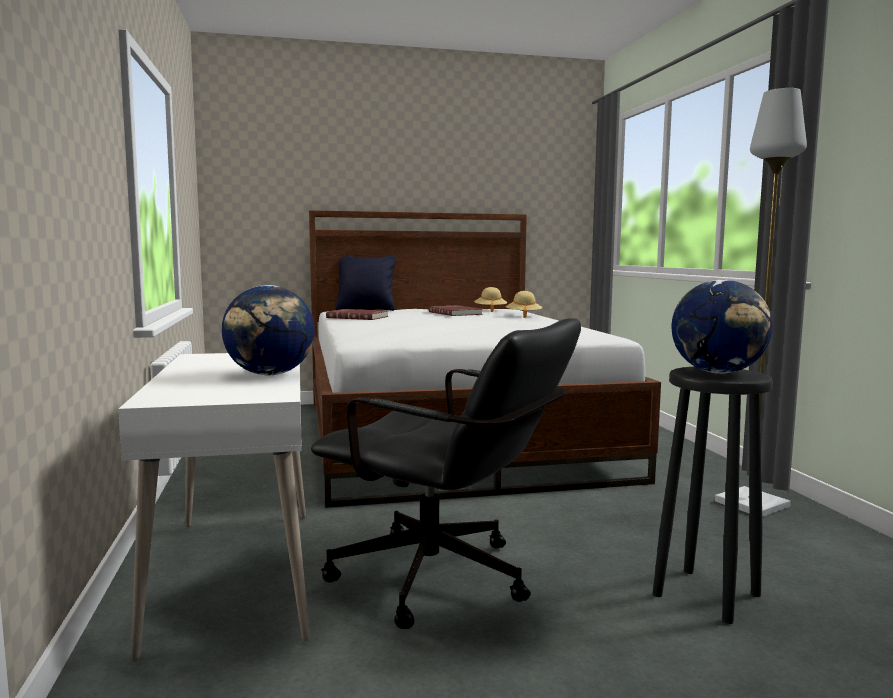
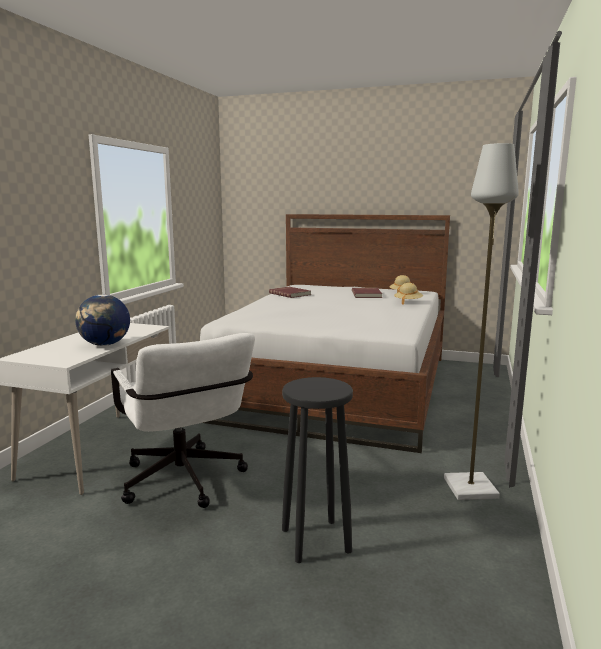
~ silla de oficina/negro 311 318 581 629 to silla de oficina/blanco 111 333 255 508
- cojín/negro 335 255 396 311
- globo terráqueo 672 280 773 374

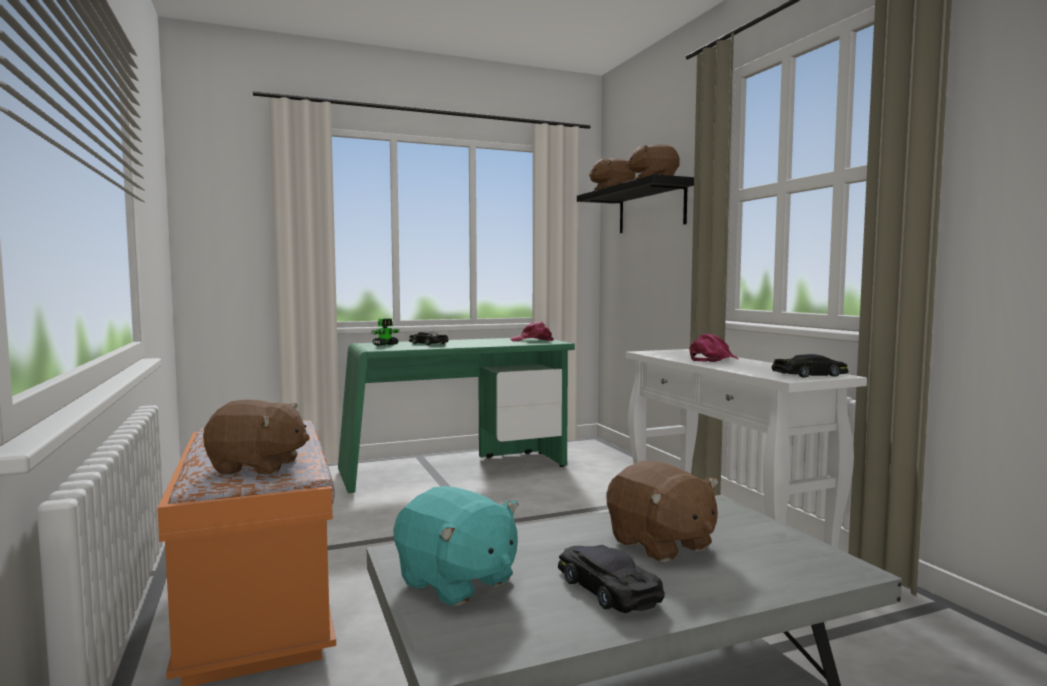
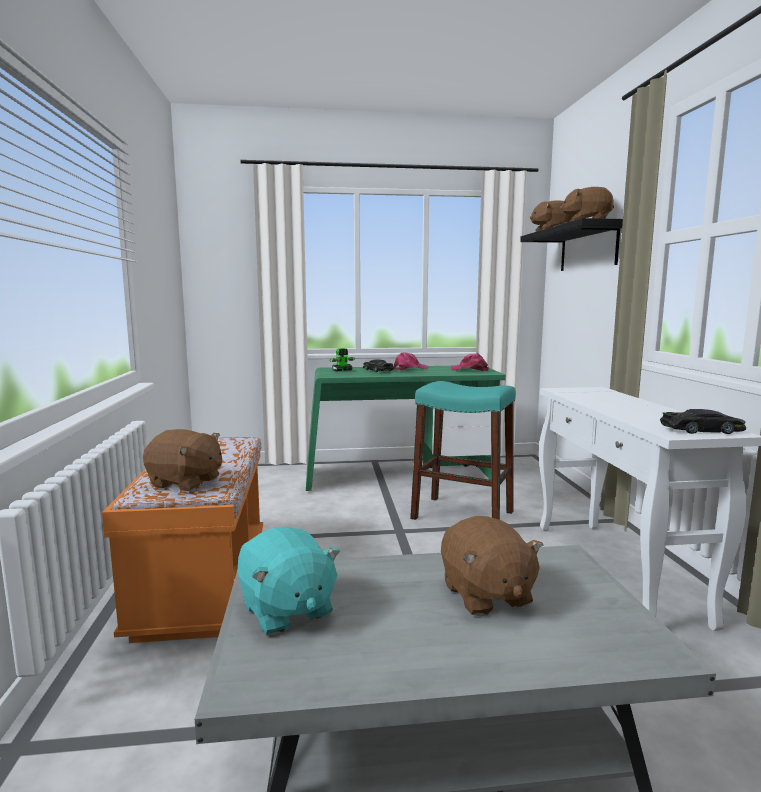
~ gorra/rosa 690 333 739 362 to 394 352 429 370
+ taburete/turquesa 410 381 516 520
- coche de juguete/negro 558 545 665 613

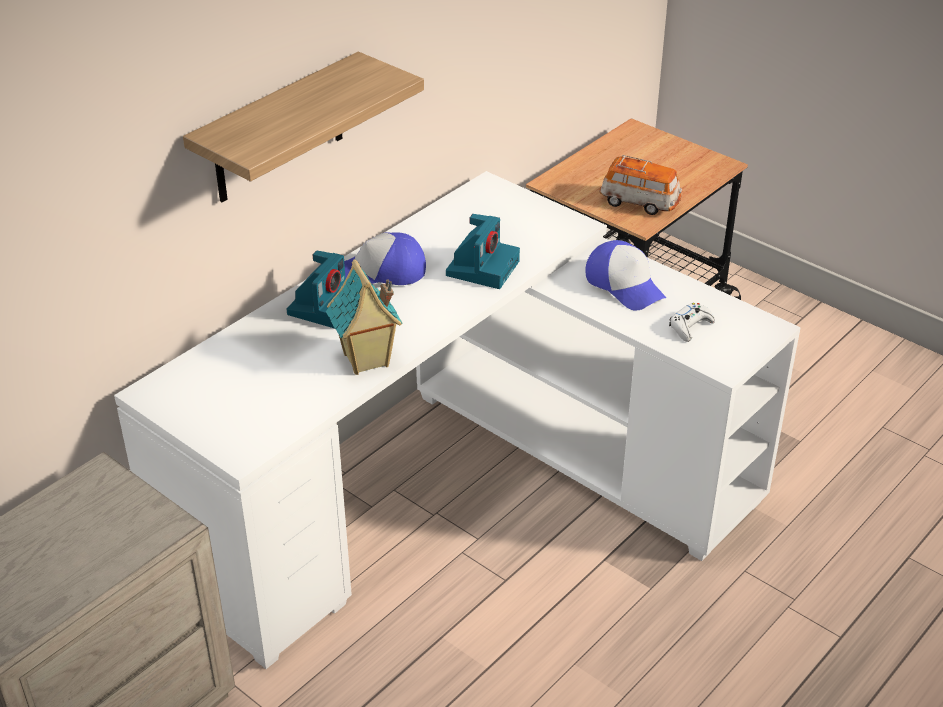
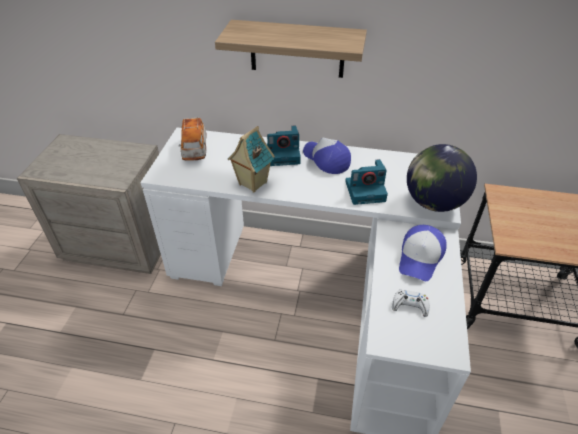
~ coche de juguete 599 155 682 215 to 179 117 207 161
+ globo terráqueo 407 144 477 212

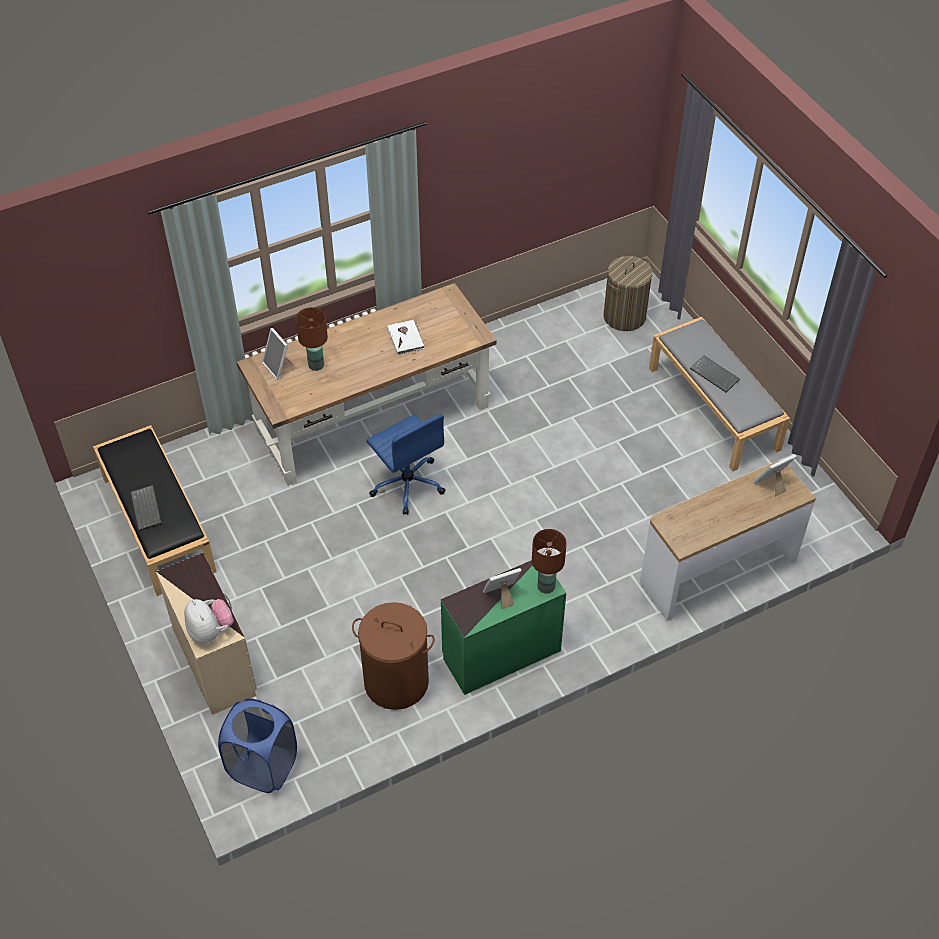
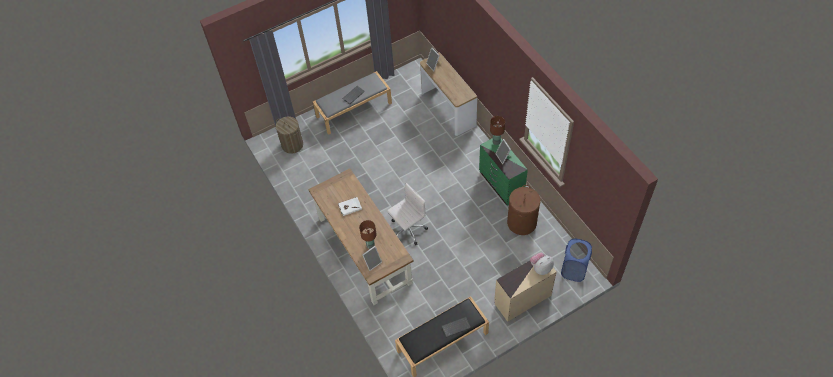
~ silla de oficina/azul 366 414 445 515 to silla de oficina/blanco 387 183 428 245

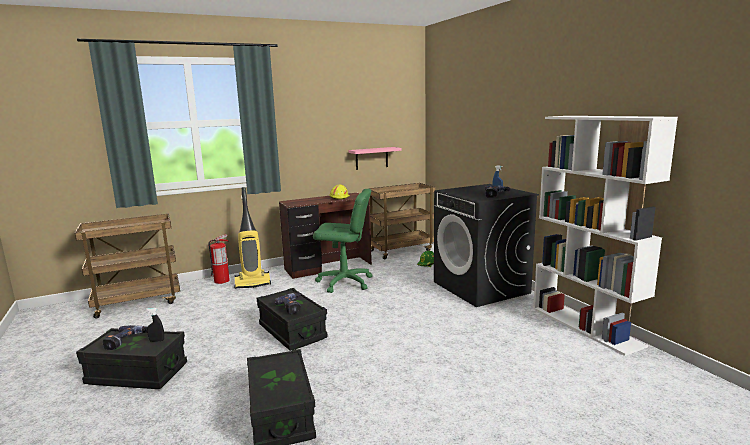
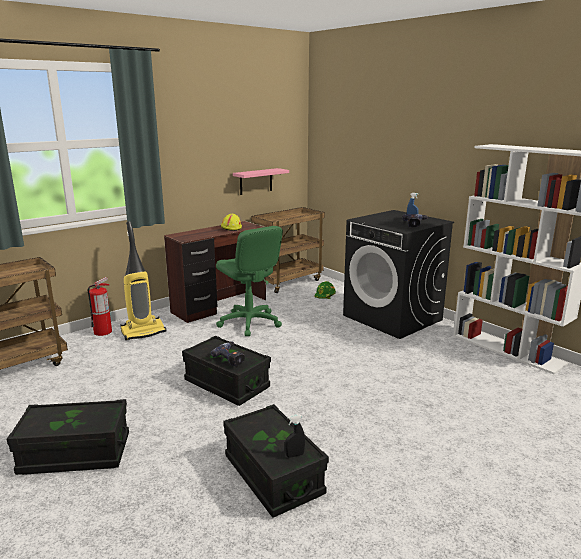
~ silla de oficina/verde 313 189 373 293 = 216 226 283 336 60 degrees clockwise
~ pulverizador/negro 146 308 164 342 to 285 414 305 458
- taladro 103 325 147 350

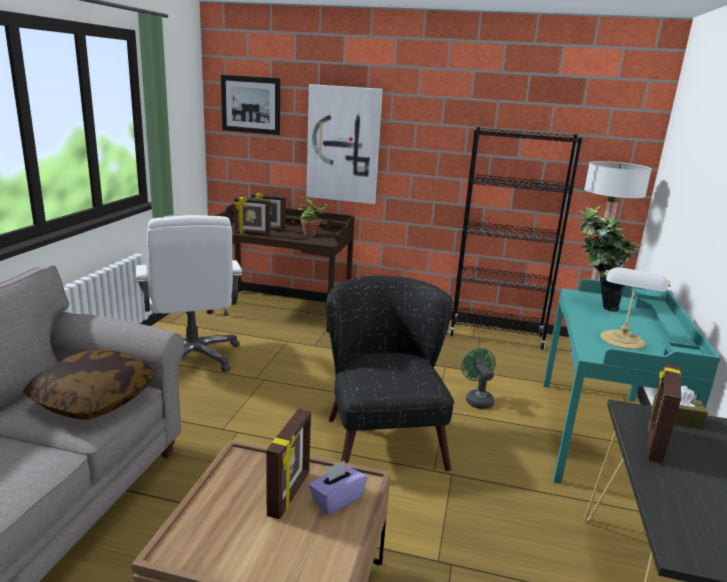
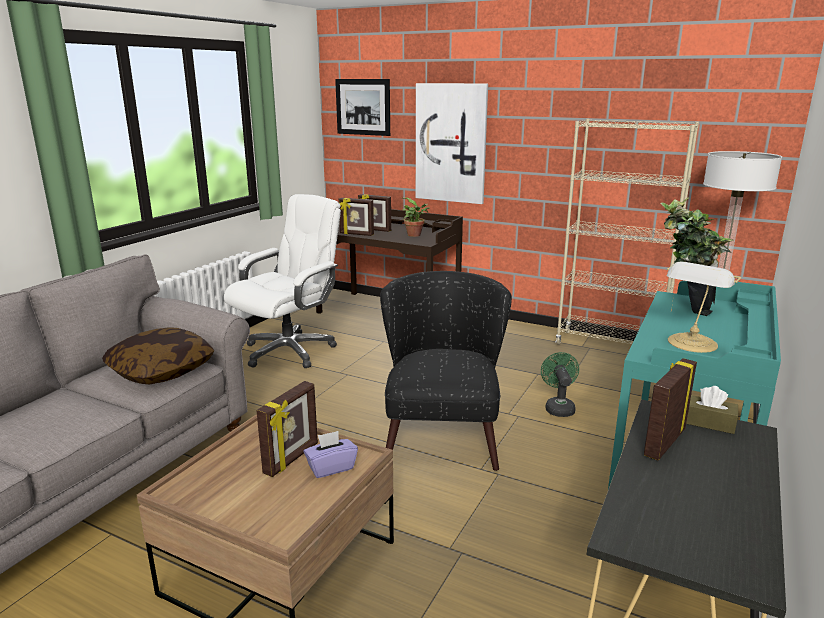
~ silla de oficina/blanco 136 215 243 372 = 224 194 341 368 135 degrees counterclockwise
~ estantería/negro 449 127 582 349 to estantería/beis 555 119 699 345

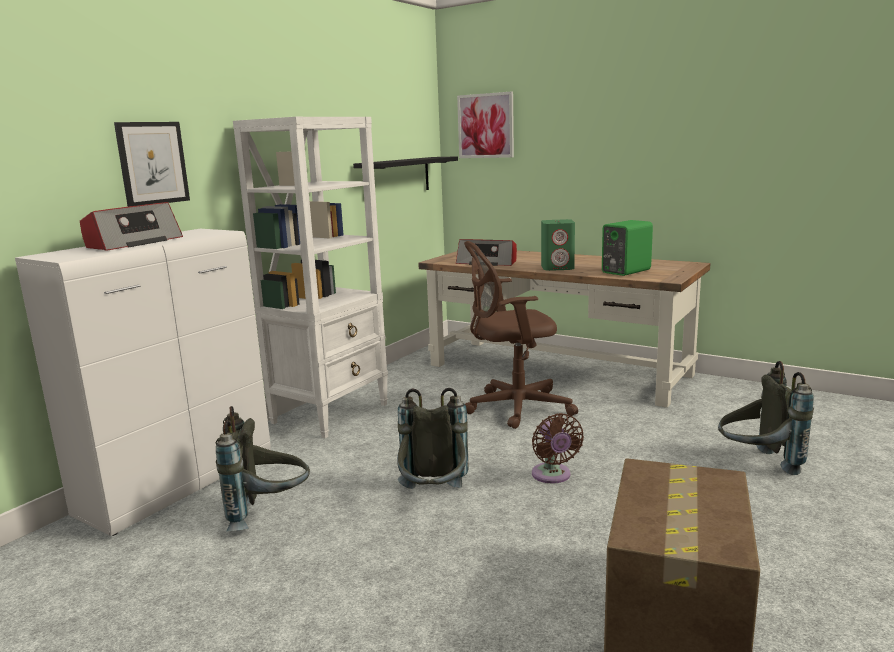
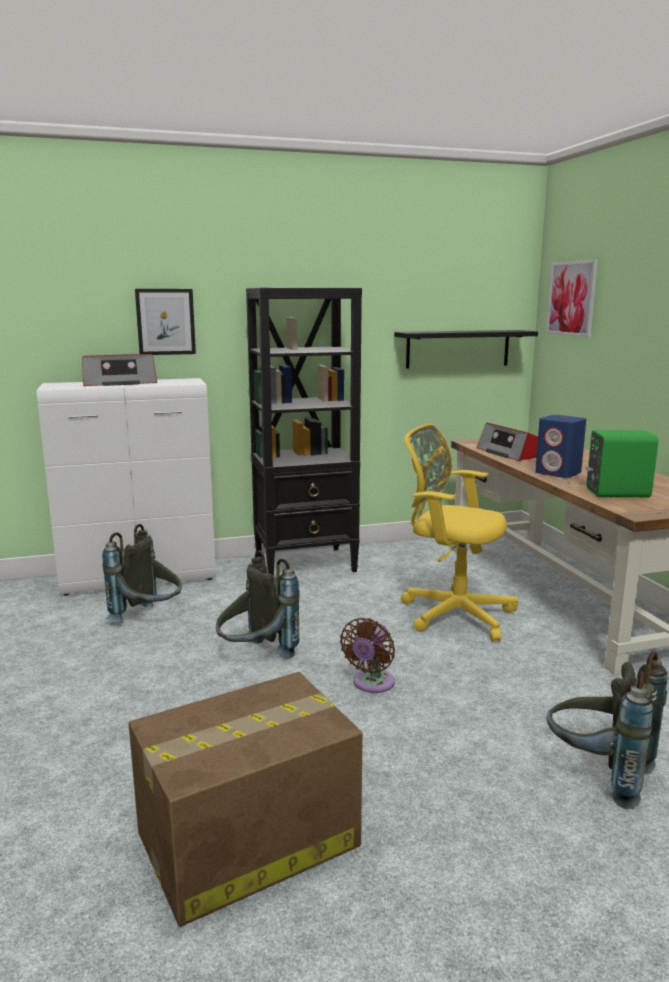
~ estantería/blanco 233 117 388 438 to estantería/negro 246 288 362 576
~ silla de oficina/marrón 464 241 578 429 to silla de oficina/amarillo 401 424 518 642
~ altavoz/verde 541 219 575 271 to altavoz/azul 535 415 586 478

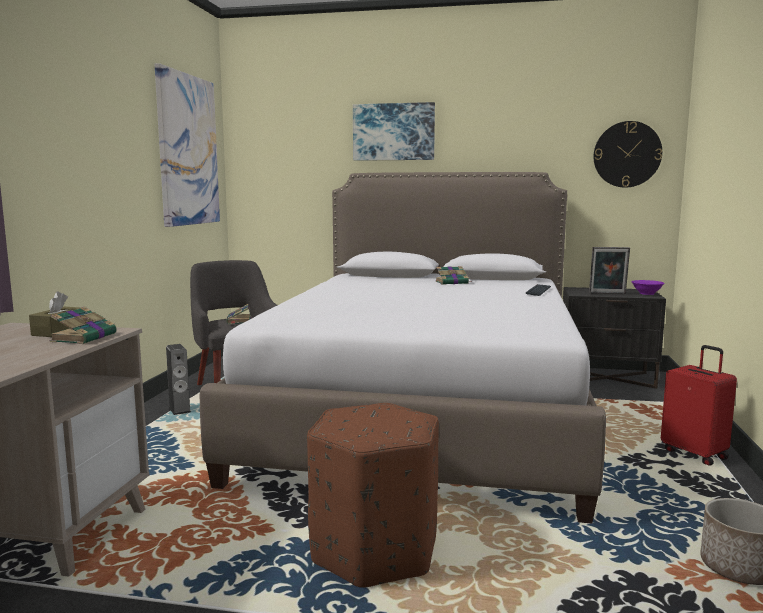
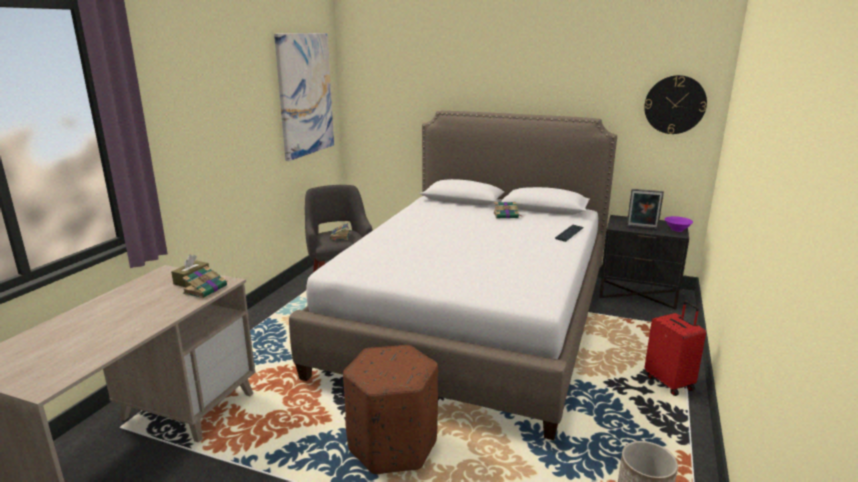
- altavoz 166 344 191 415
- cuadro 353 102 435 161

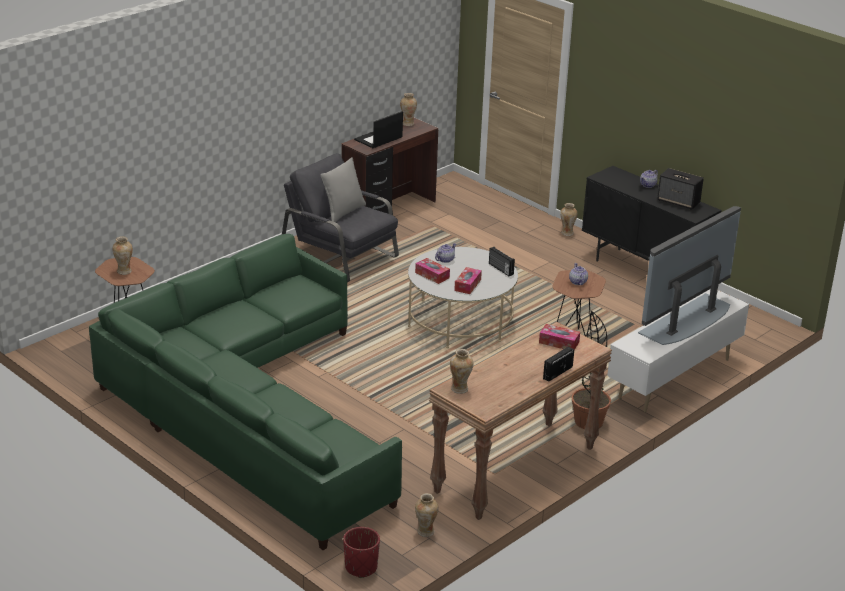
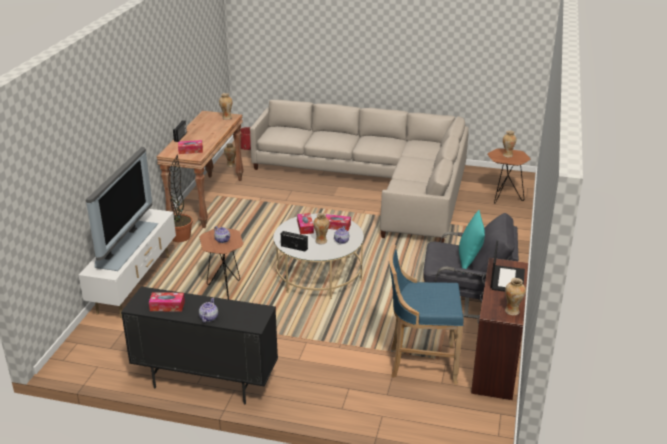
~ altavoz 657 168 704 210 to caja de pañuelos 149 292 185 312
~ sofá/verde 89 234 402 550 to sofá/beis 250 100 469 243
~ florero 560 203 577 236 to 313 213 330 244
+ taburete/azul 389 245 464 385
~ cojín/gris 320 157 366 222 to cojín/turquesa 459 210 485 269

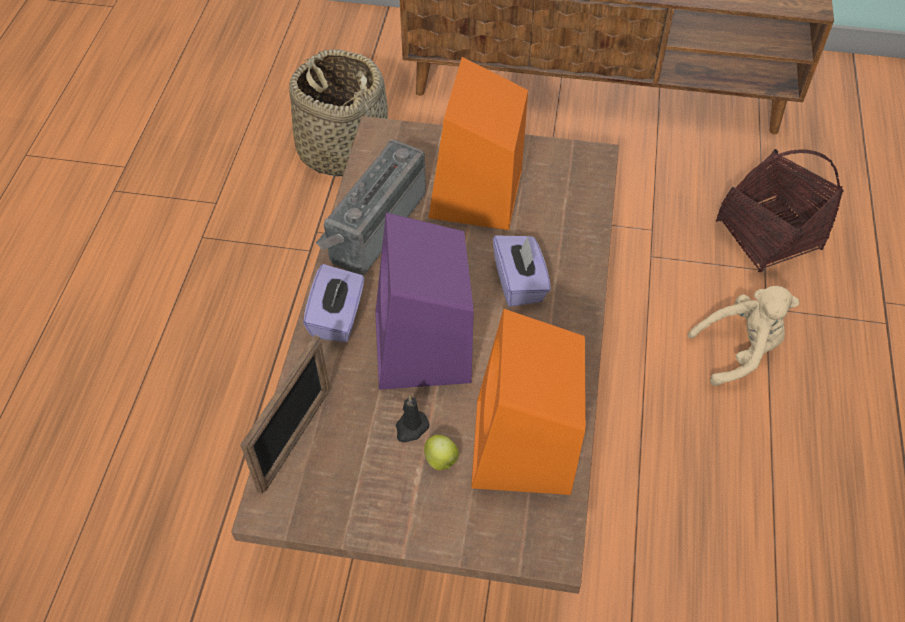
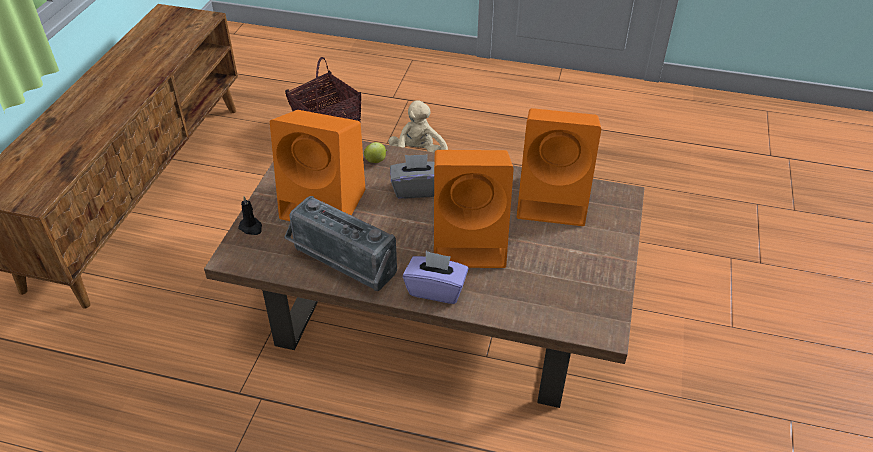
~ vela/negro 396 395 430 442 to 238 196 262 235
~ manzana 424 435 459 470 to 364 142 387 163
~ caja de pañuelos/morado 493 235 551 307 to caja de pañuelos/gris 390 154 434 199
~ altavoz/morado 375 212 474 390 to altavoz/naranja 434 150 514 268
- portarretratos 240 335 330 494
- cesta 289 49 388 177

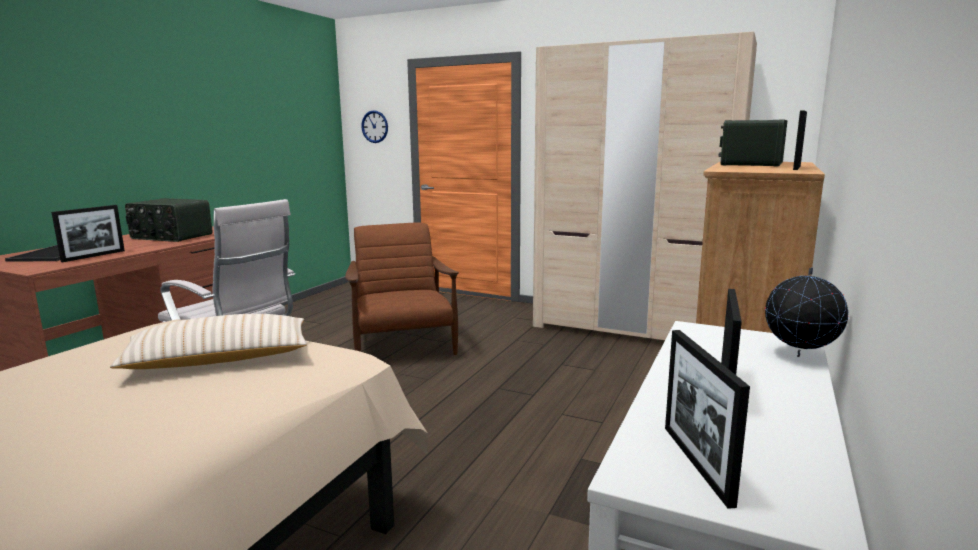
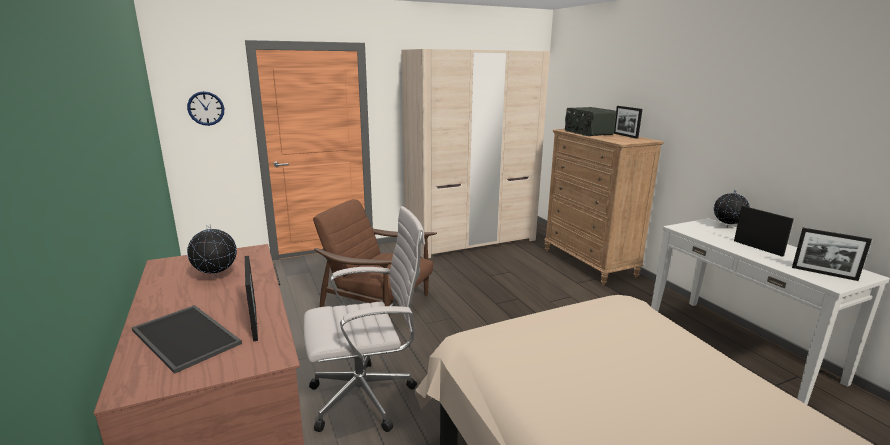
~ radio 125 198 212 242 to globo terráqueo 187 225 237 277
- cojín/beis 110 314 307 369

